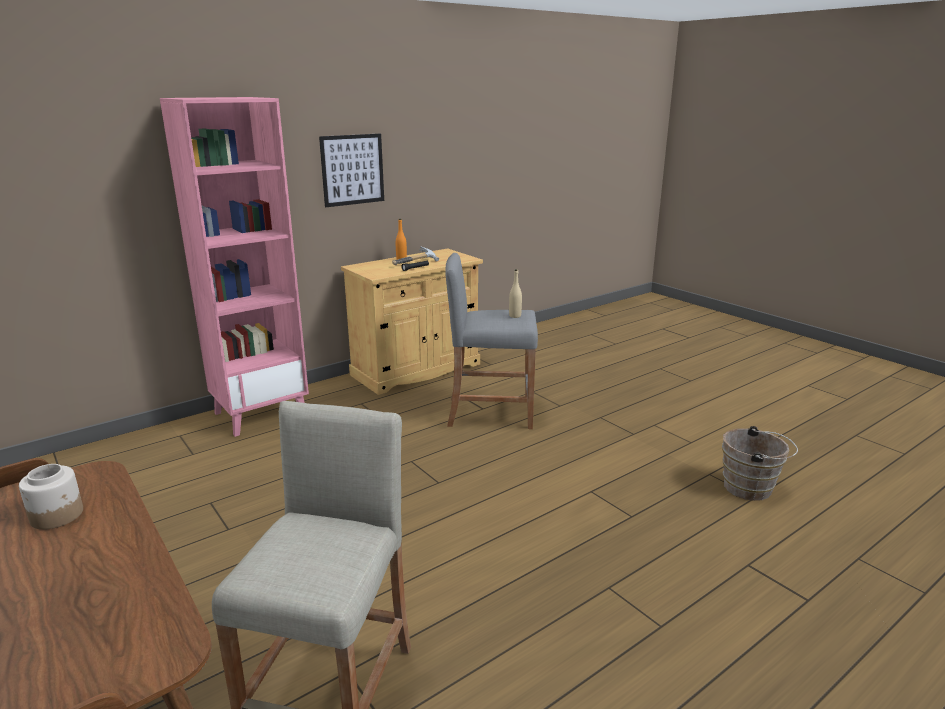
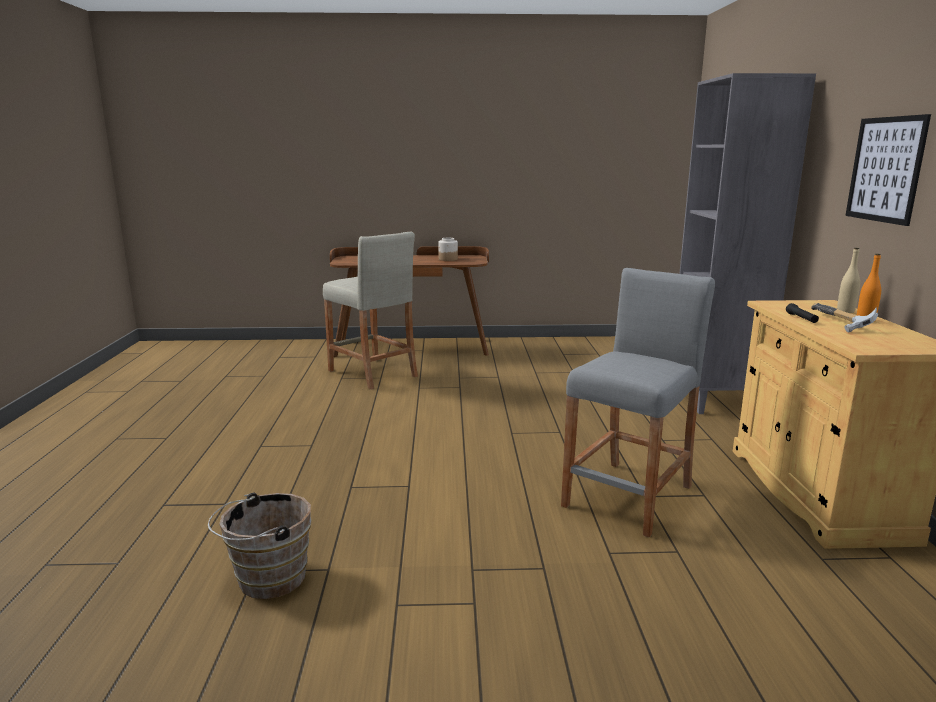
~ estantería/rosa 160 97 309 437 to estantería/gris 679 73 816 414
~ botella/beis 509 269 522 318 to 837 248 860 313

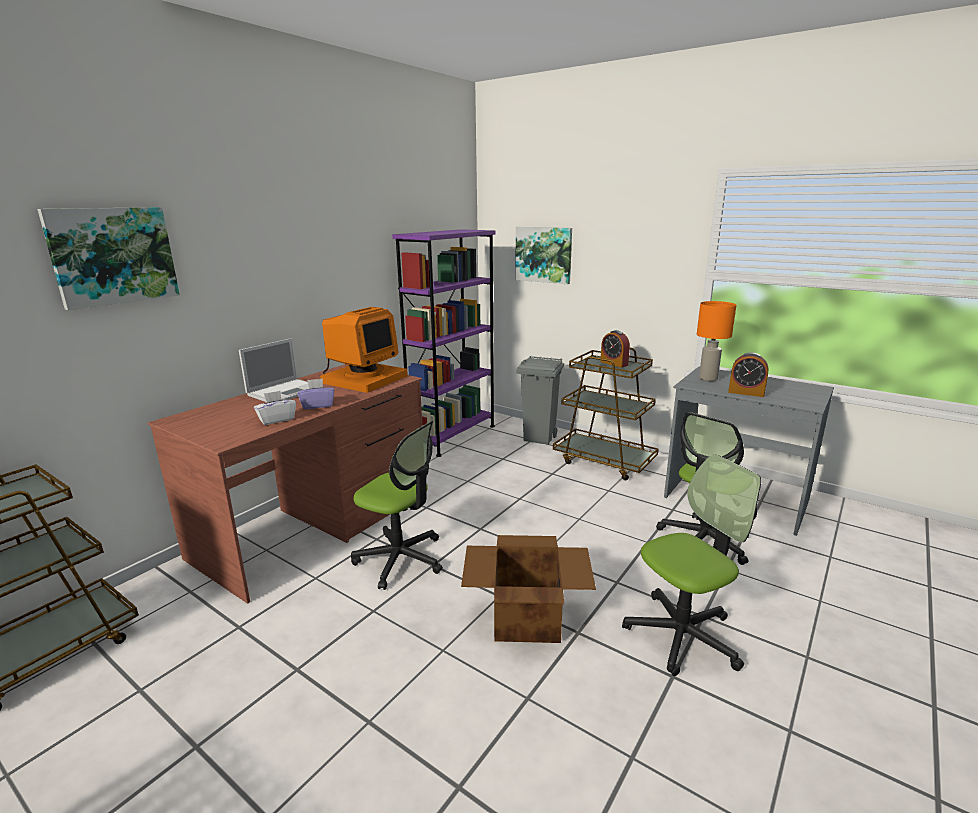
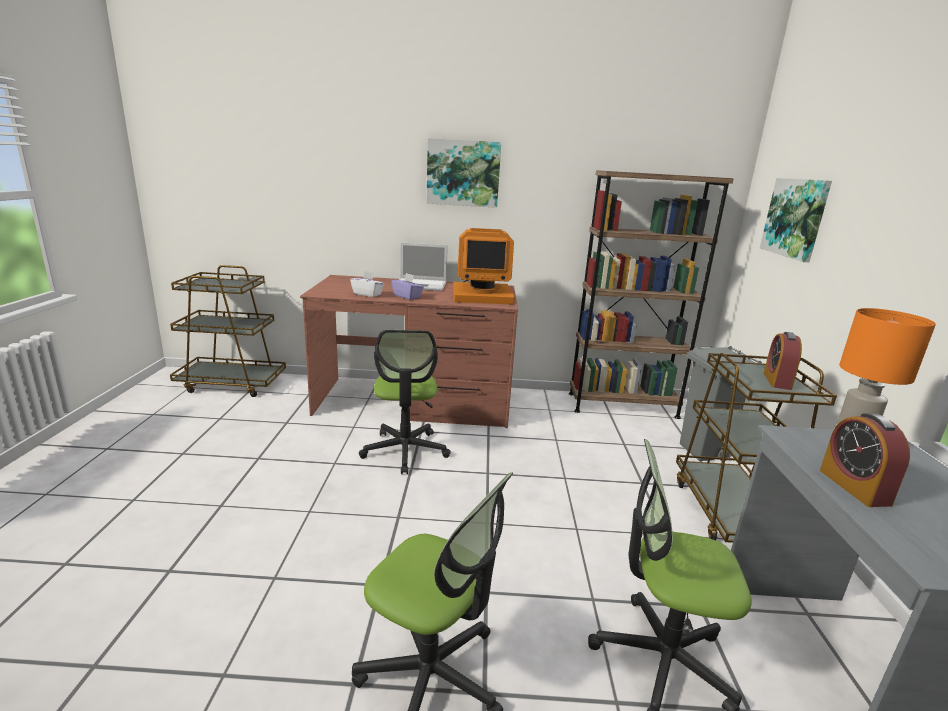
~ cuadro 37 207 180 310 to 426 138 501 208
~ estantería/morado 392 229 495 457 to estantería/marrón 569 170 734 419
- caja de cartón 461 535 596 643

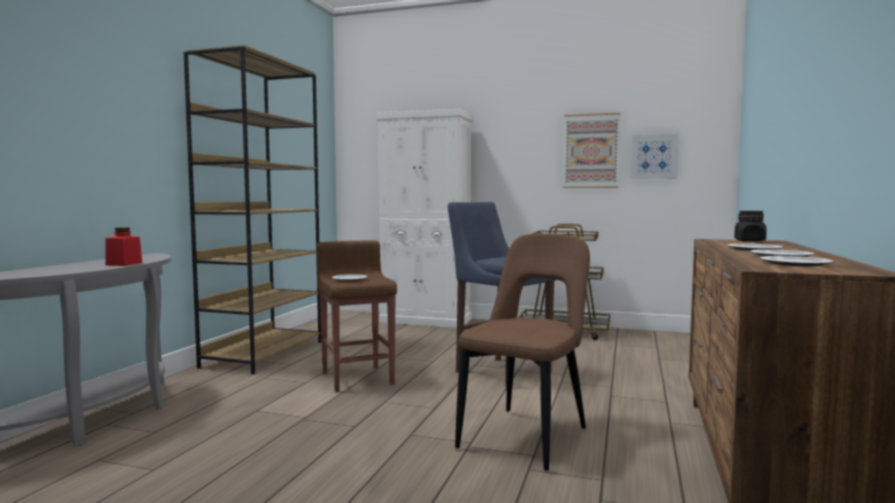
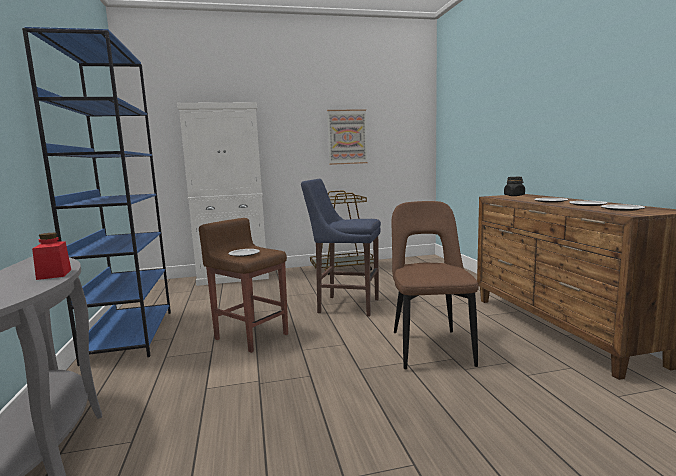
~ estantería/marrón 184 45 322 375 to estantería/azul 22 27 171 366
- cuadro 631 134 679 179

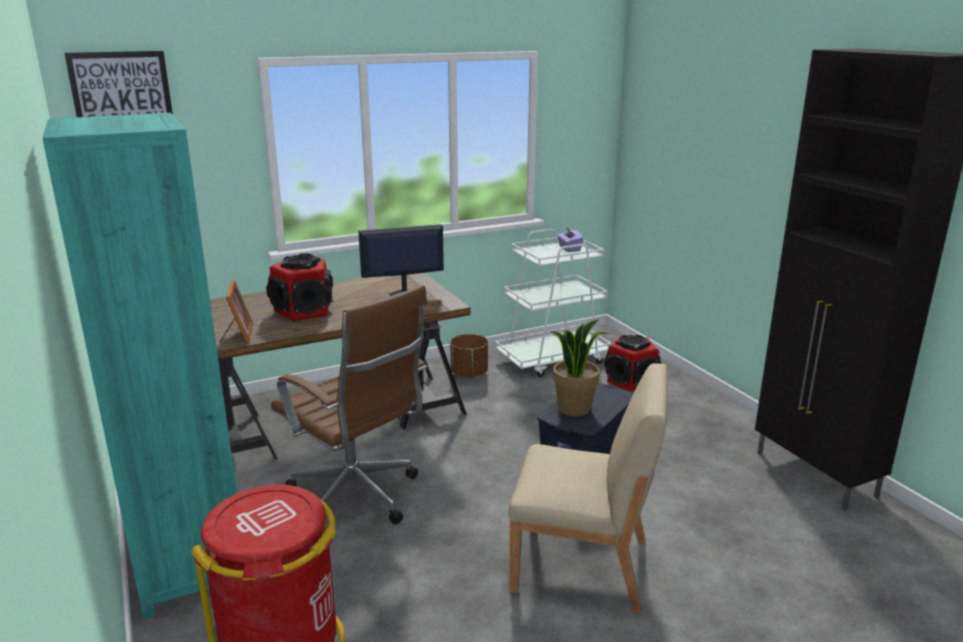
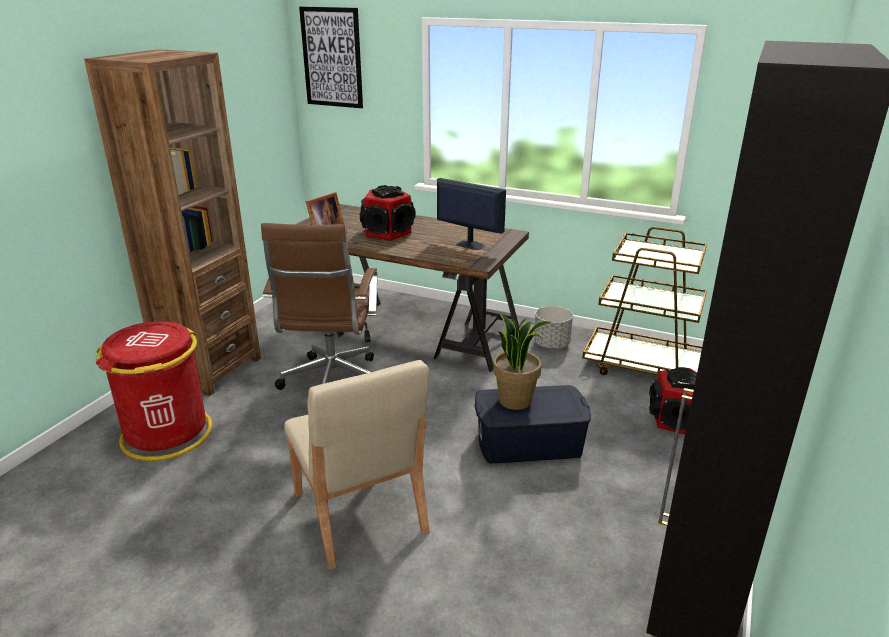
~ estantería/turquesa 43 113 237 619 to estantería/marrón 84 49 261 396
~ maceta/marrón 450 334 488 377 to maceta/gris 534 306 573 349
~ carrito/blanco 495 229 612 377 to carrito/marrón 582 227 707 375
- caja de pañuelos/morado 557 227 583 252

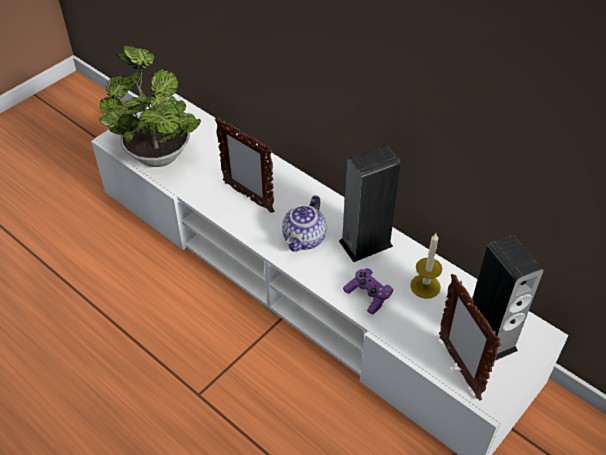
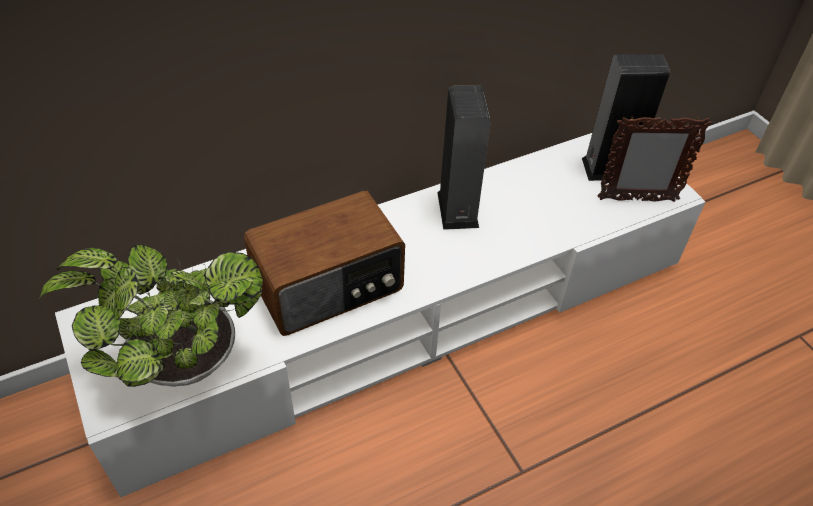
~ portarretratos 215 117 274 213 to radio 244 191 405 336
- tetera 282 195 326 251
- mando de consola/morado 343 268 393 315
- vela 410 233 442 299

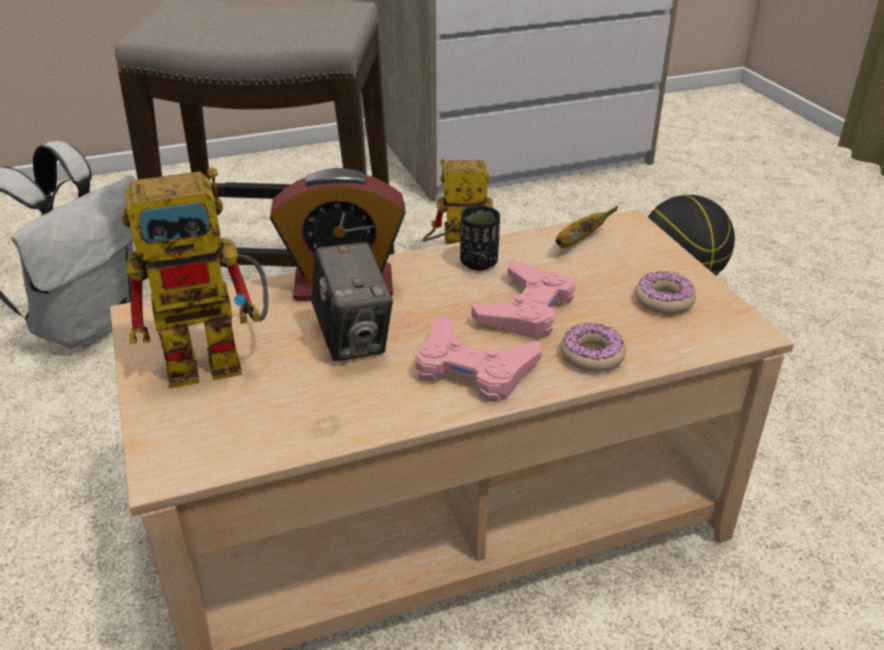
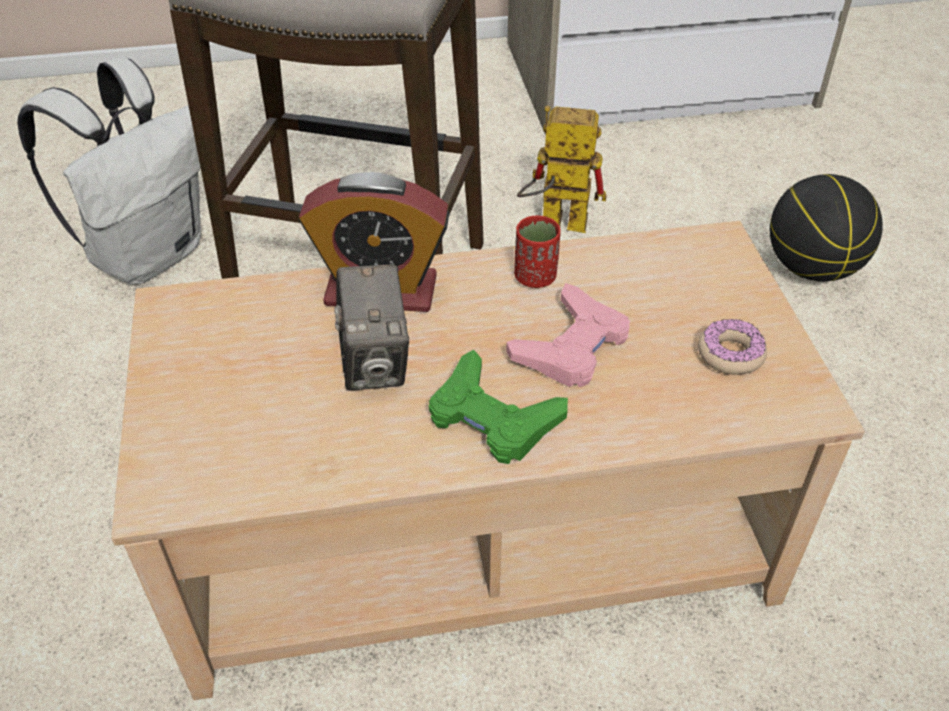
~ mando de consola/rosa 416 314 541 402 to mando de consola/verde 429 350 568 464
~ taza/negro 460 206 500 270 to taza/rojo 514 216 561 288
- robot de juguete 121 167 268 388
- plátano 556 206 618 248
- rosquilla 560 323 626 372

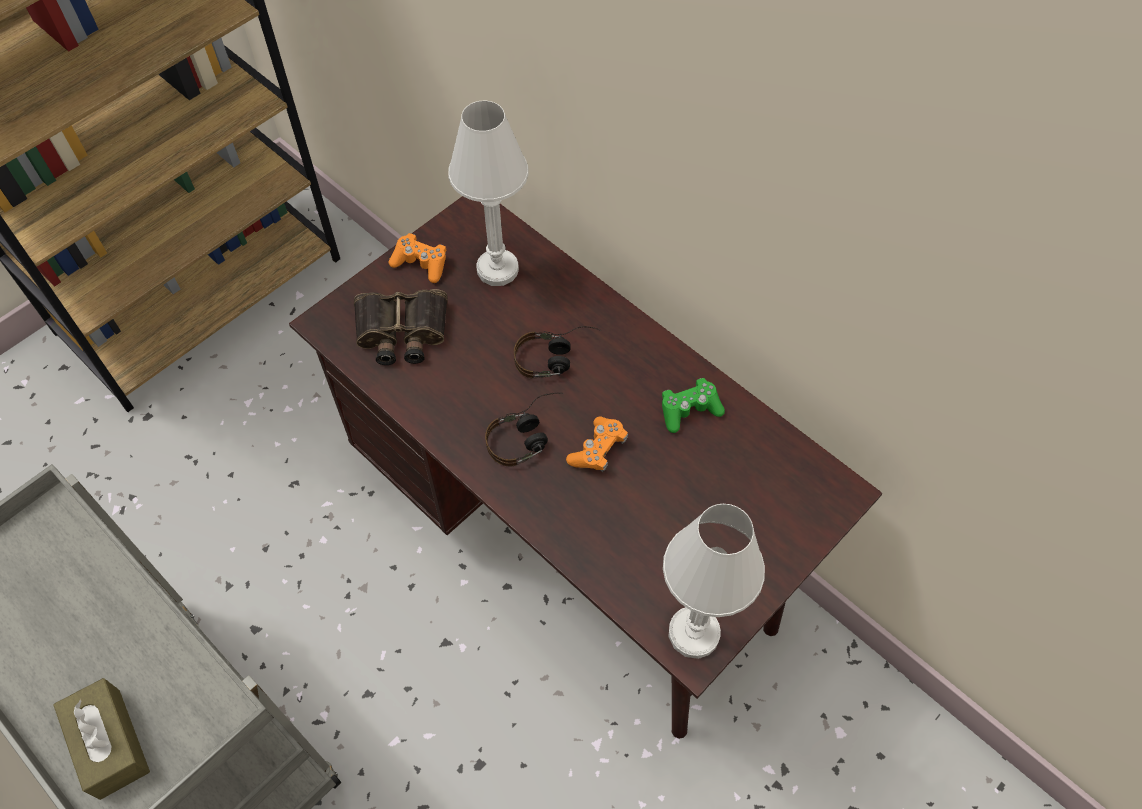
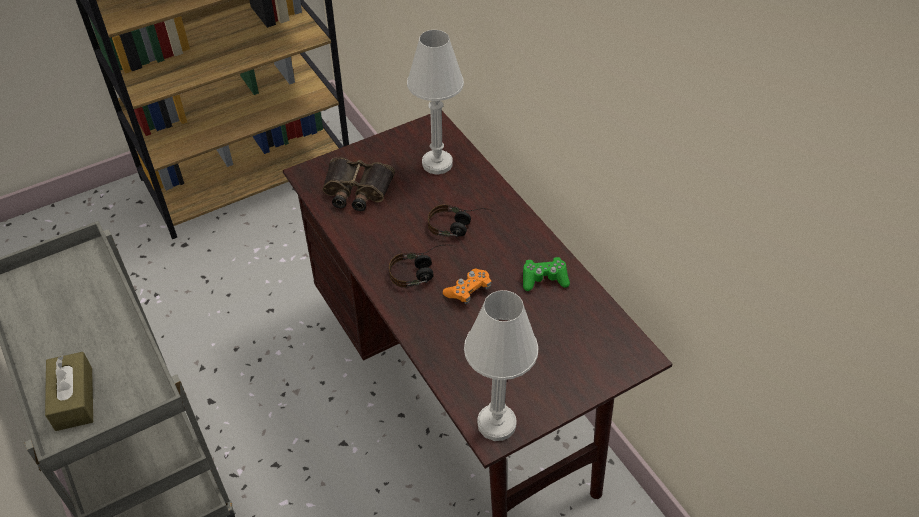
- mando de consola/naranja 389 233 446 283

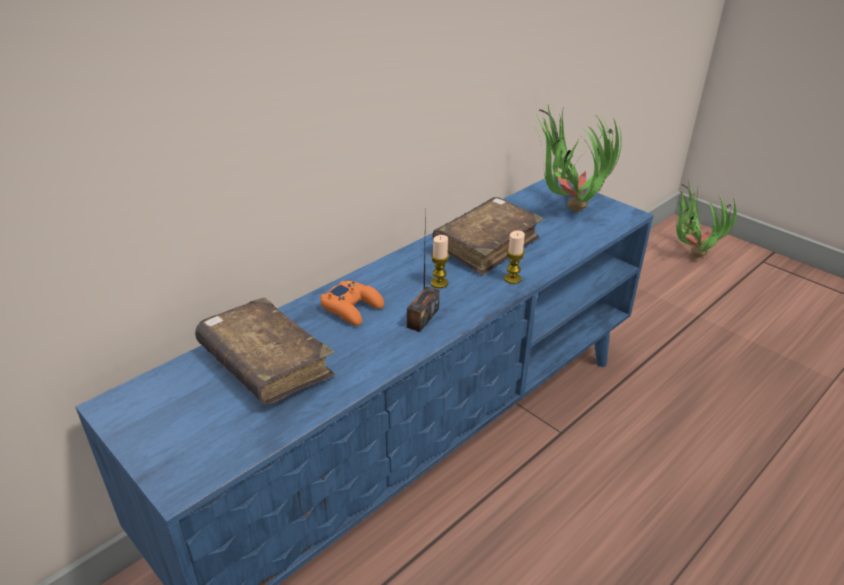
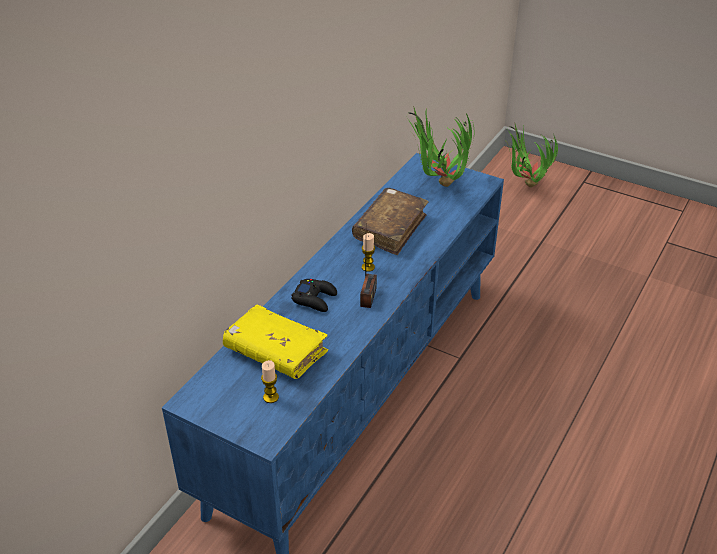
~ libro/marrón 195 297 335 404 to libro/amarillo 223 304 328 379
~ vela 504 231 525 284 to 261 360 279 403
~ mando de consola/naranja 320 281 384 326 to mando de consola/negro 291 279 337 312

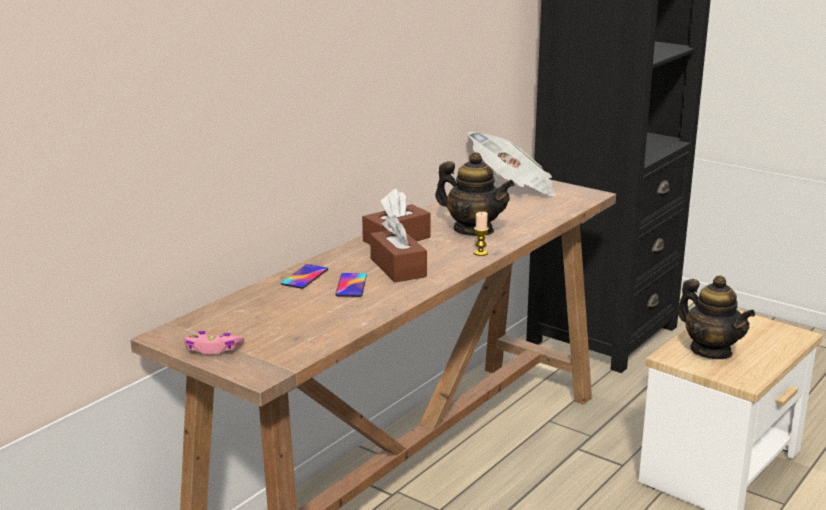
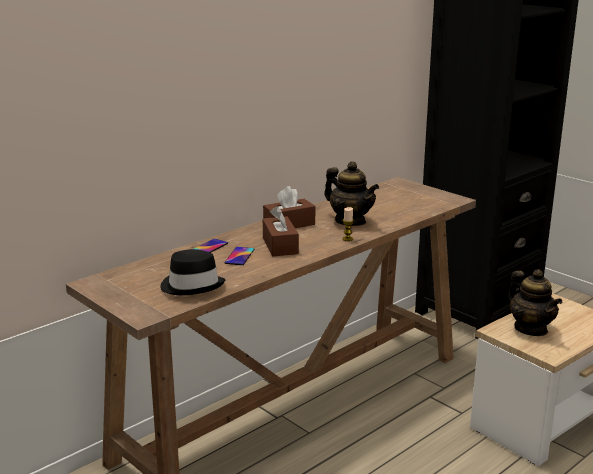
+ sombrero/negro 160 249 225 295
- mando de consola/rosa 184 331 244 354
- periódico 468 131 556 196

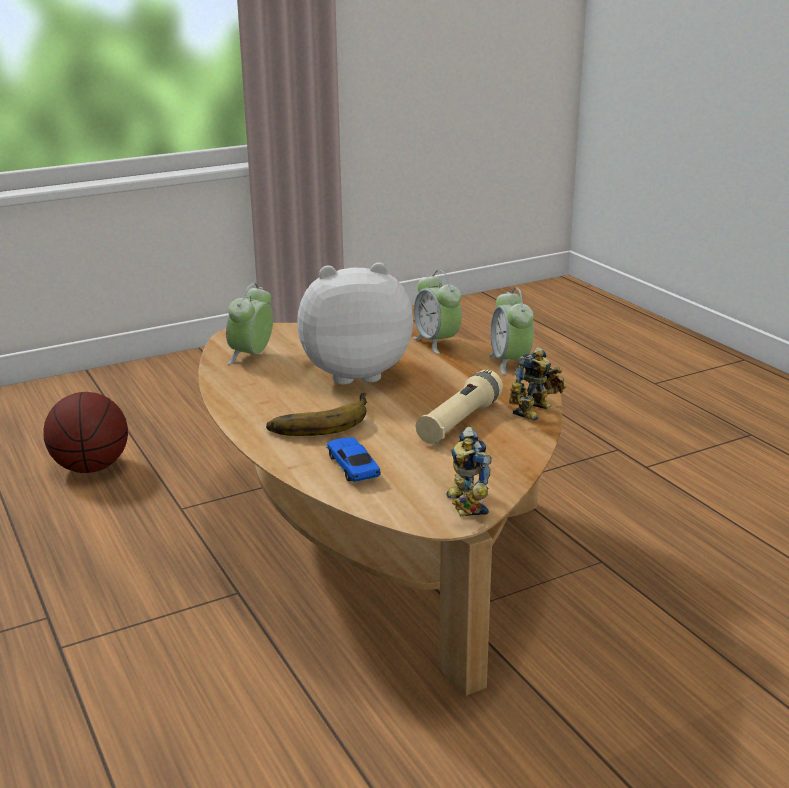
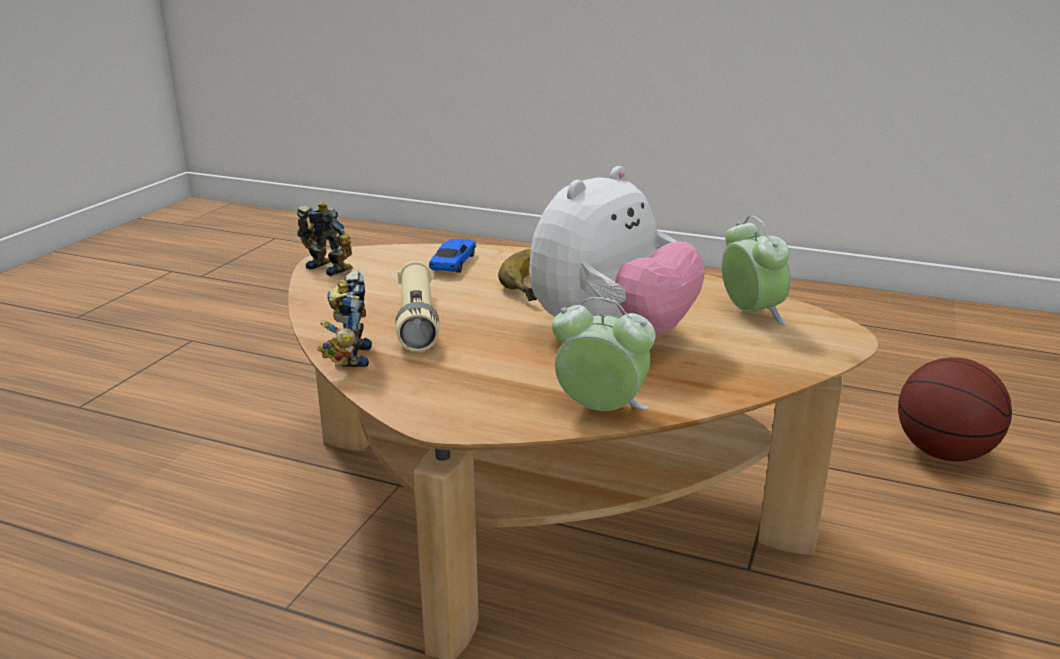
~ coche de juguete 326 437 381 482 = 429 239 477 273 105 degrees counterclockwise
- despertador 489 287 534 375

